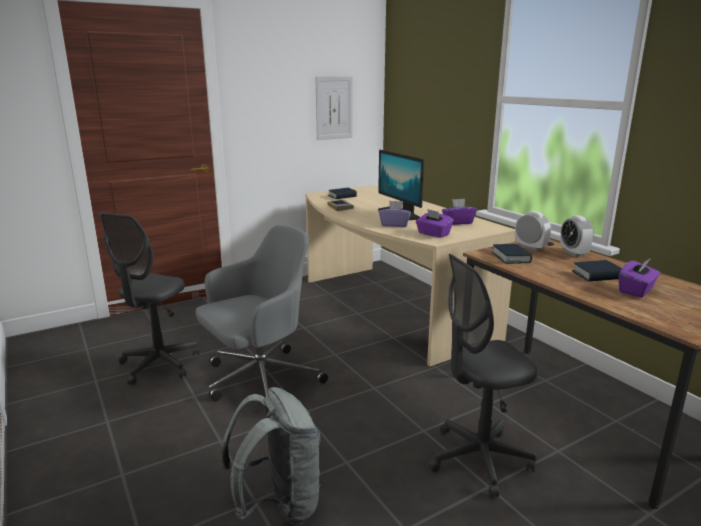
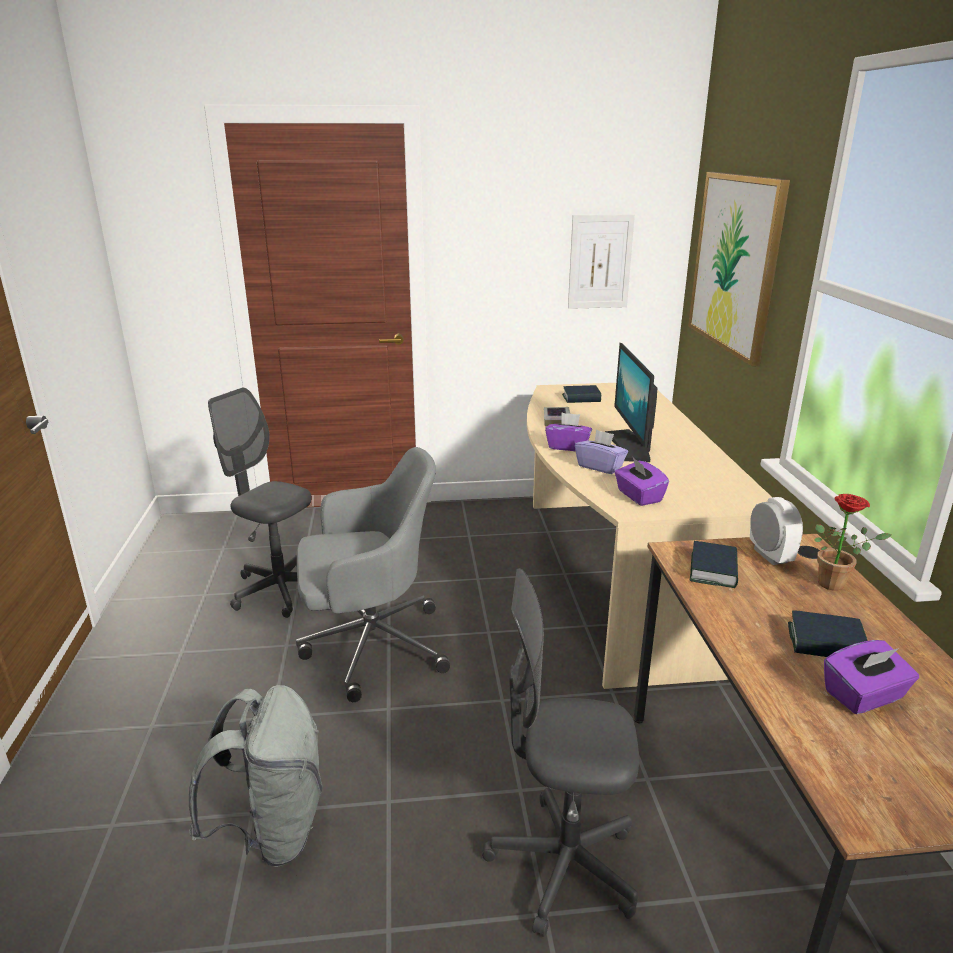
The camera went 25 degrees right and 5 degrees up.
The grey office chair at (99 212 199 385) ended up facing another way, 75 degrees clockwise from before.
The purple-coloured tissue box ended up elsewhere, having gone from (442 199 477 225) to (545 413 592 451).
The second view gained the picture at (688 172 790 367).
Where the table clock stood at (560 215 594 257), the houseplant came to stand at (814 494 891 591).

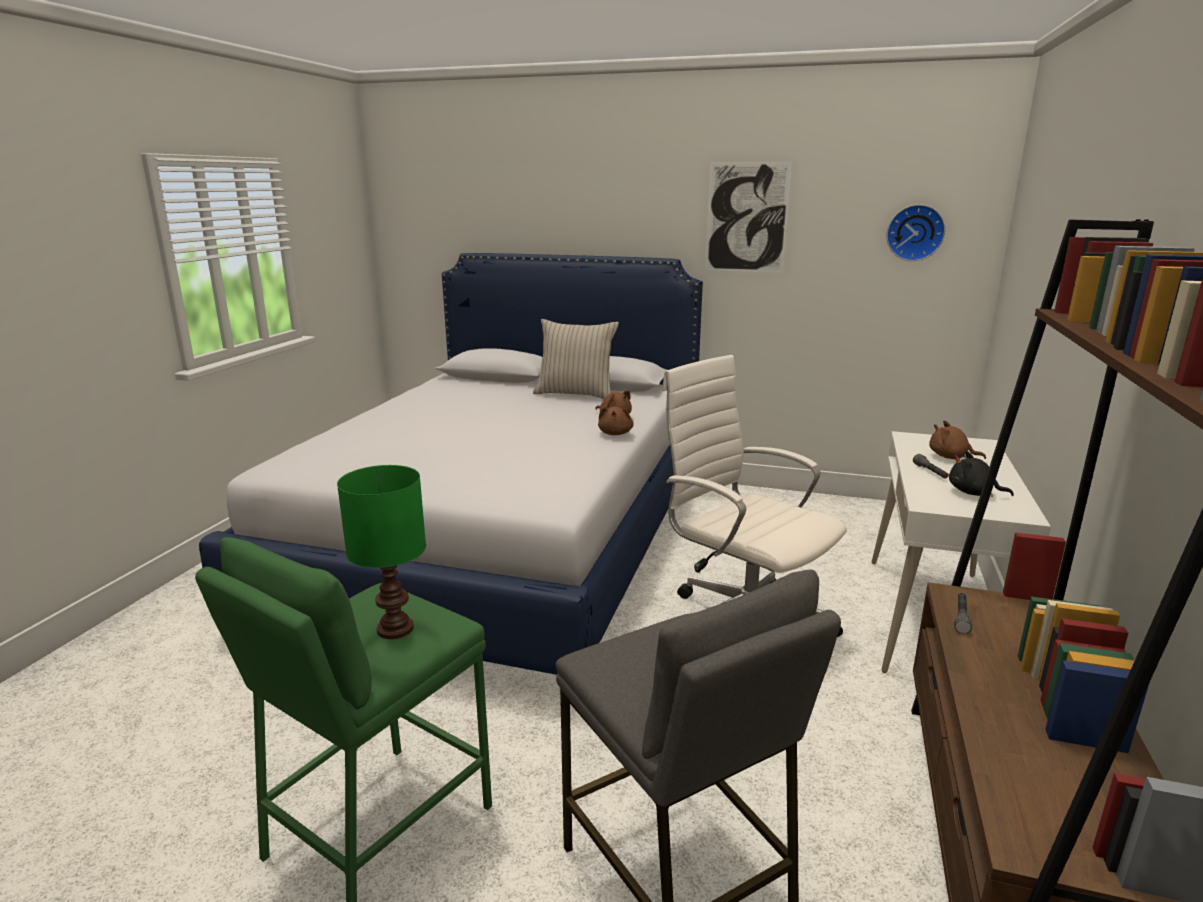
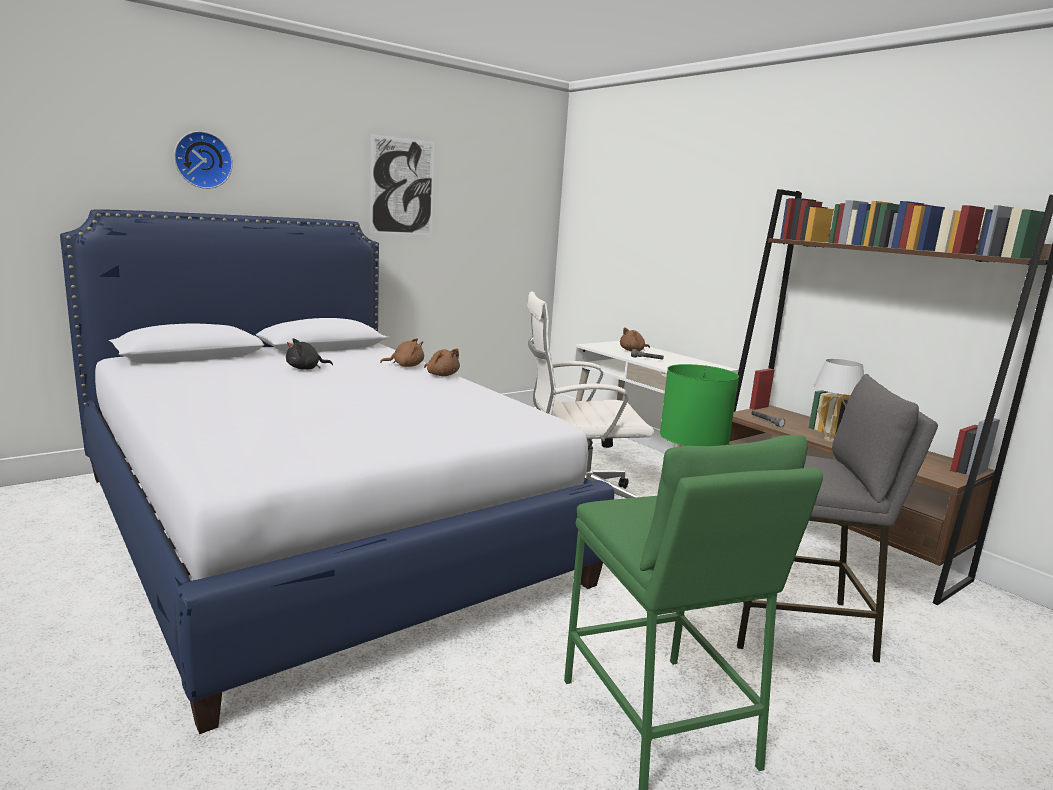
The camera went 55 degrees left and 5 degrees down.
The hanging clock ended up elsewhere, having gone from (886 204 945 261) to (174 131 233 189).
The black plush toy ended up elsewhere, having gone from (949 451 1014 497) to (286 338 333 370).
The second view gained the whitish table lamp at (813 359 864 442).
The second view lost the beige cushion at (533 319 619 399).

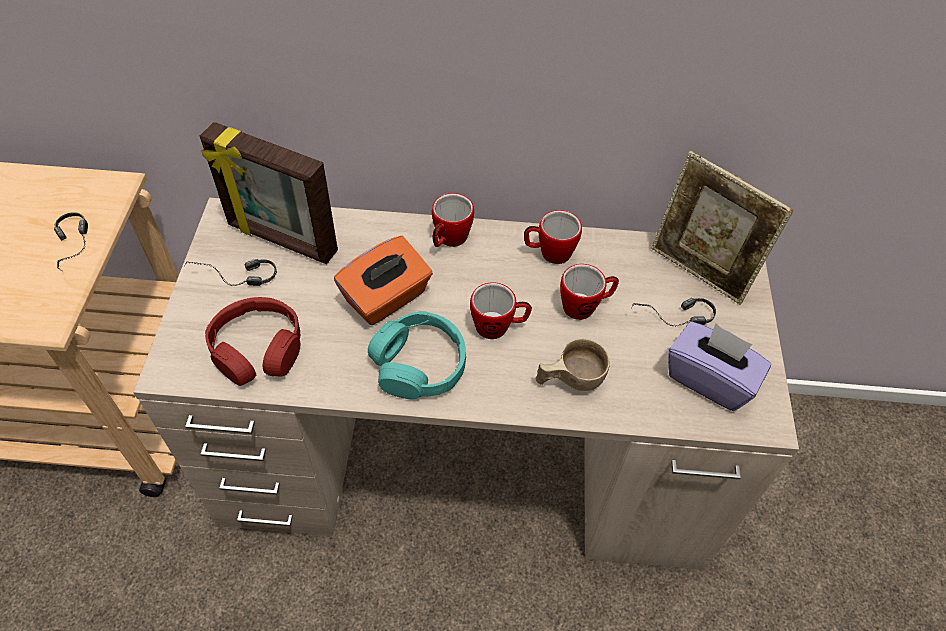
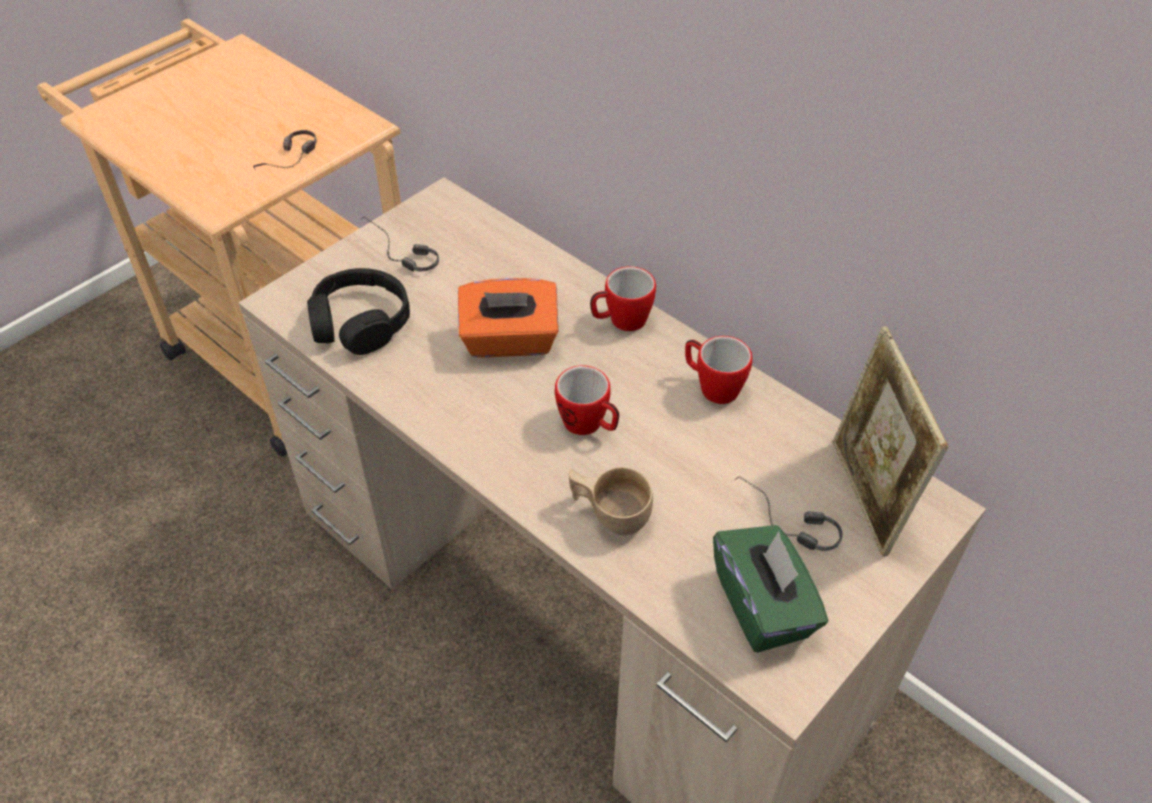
The camera went 40 degrees right and 5 degrees down.
What was the reddish pair of headphones at (205 297 300 386) turned into the black pair of headphones at (307 268 410 355).
What was the purple-coloured tissue box at (668 322 771 411) turned into the green-coloured tissue box at (713 525 828 652).
The second view lost the picture frame at (200 122 338 264).
The second view lost the turquoise pair of headphones at (368 311 466 399).
The second view lost the tea mug at (560 264 619 320).

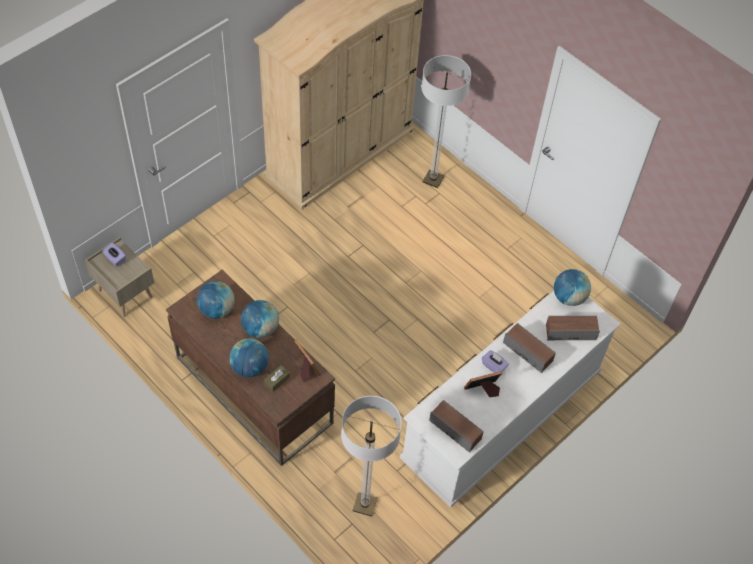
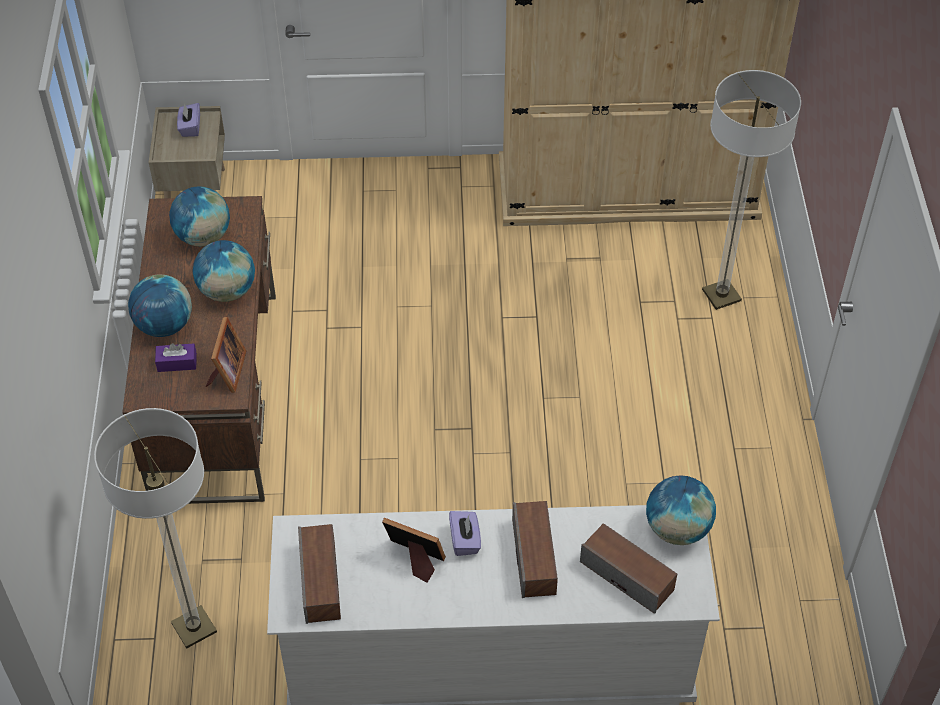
The camera went 45 degrees right and 5 degrees down.
What was the brownish tissue box at (264 365 290 392) turned into the purple-coloured tissue box at (155 343 197 372).

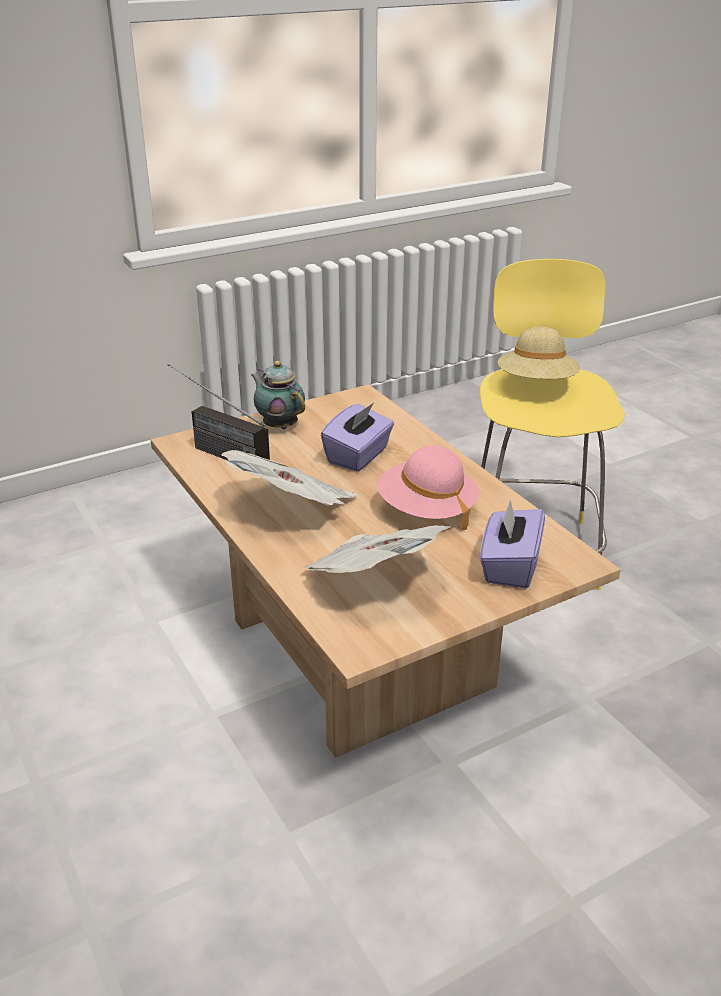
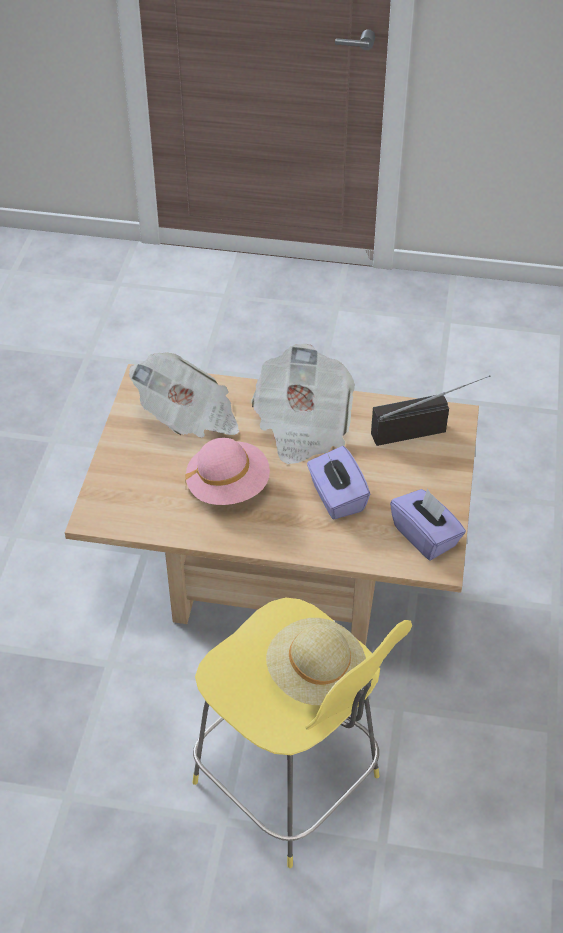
The camera went 130 degrees right and 15 degrees up.
The purple-coloured tissue box ended up elsewhere, having gone from (480 500 545 589) to (390 488 466 560).
The second view lost the pot for tea at (251 361 305 429).

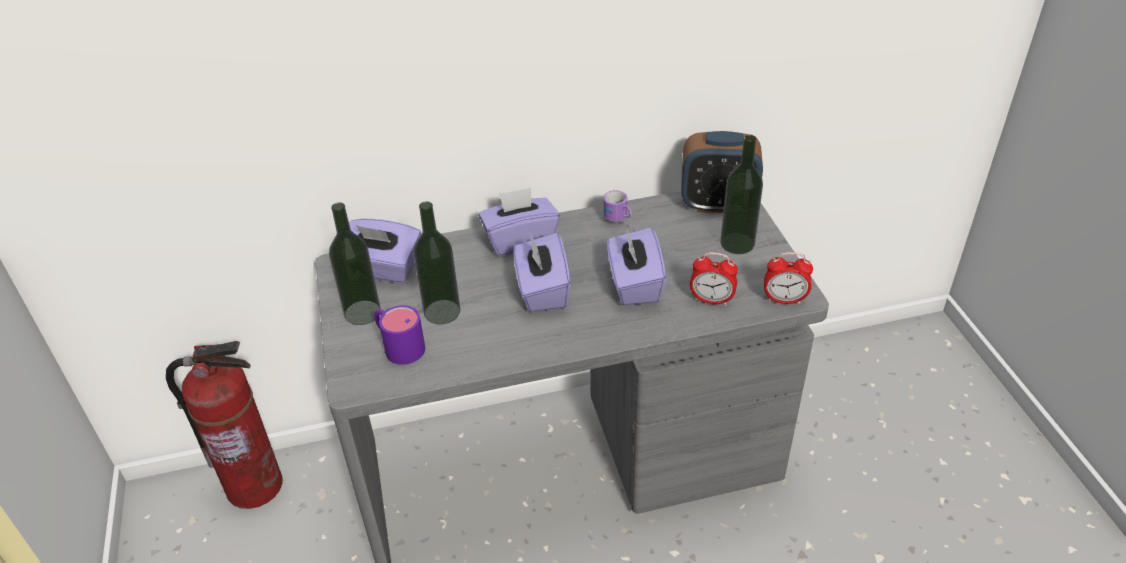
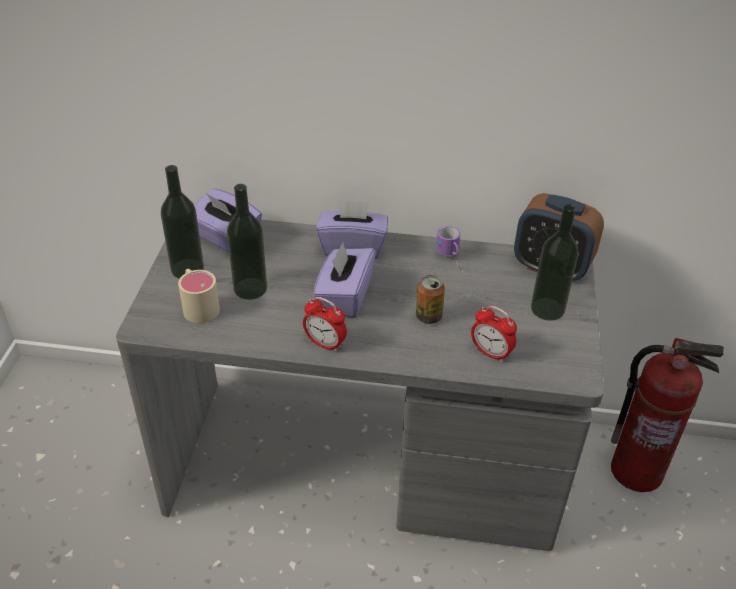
The camera went 20 degrees right and 0 degrees up.
What was the purple-coloured tea mug at (374 305 425 365) turned into the beige tea mug at (178 269 220 323).
The table clock ended up elsewhere, having gone from (764 252 813 304) to (303 297 347 352).
Where the purple-coloured tissue box stood at (607 227 666 306), the sealed can came to stand at (416 275 445 324).
The fire-fighting cylinder ended up elsewhere, having gone from (166 341 282 509) to (611 338 724 492).

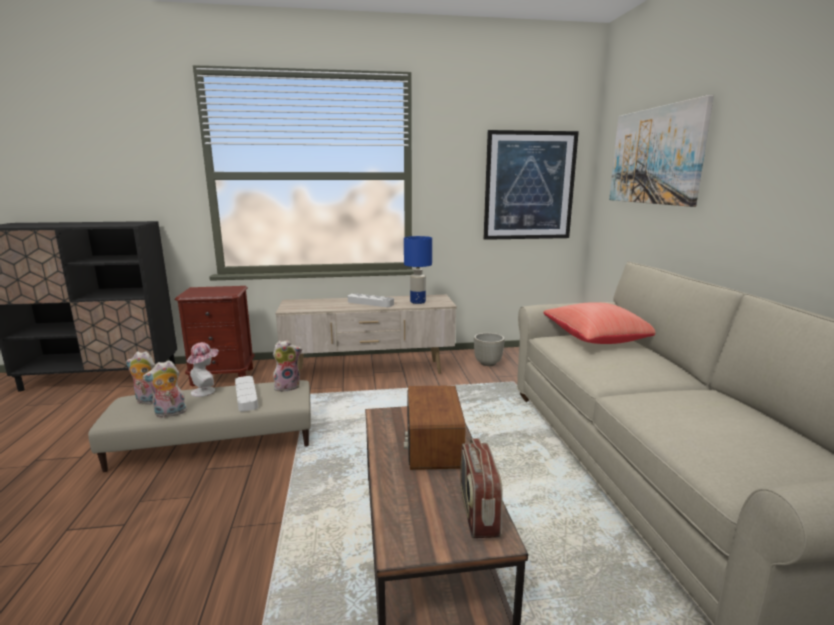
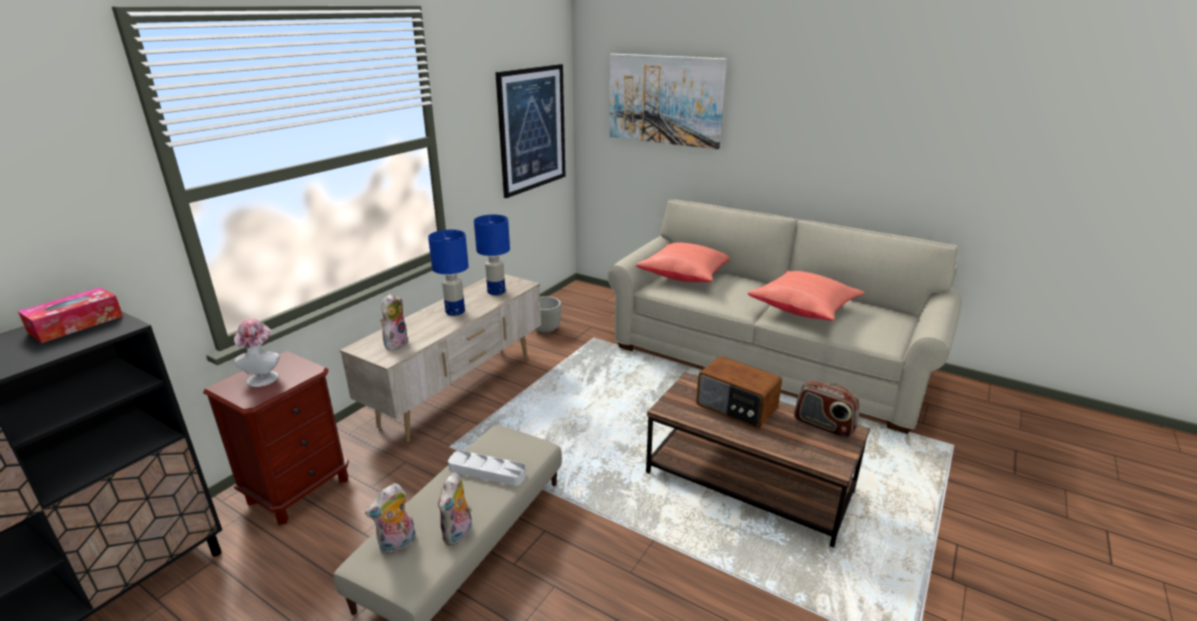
The camera went 50 degrees left and 10 degrees up.
The second view gained the tissue box at (18 287 123 343).
The wearable hat ended up elsewhere, having gone from (187 342 219 397) to (234 319 280 387).
The plush toy ended up elsewhere, having gone from (273 340 302 391) to (380 293 409 350).
Where the grey serving tray stood at (348 293 394 307), the bluish table lamp came to stand at (428 230 469 316).
The second view gained the reddish cushion at (747 271 865 321).

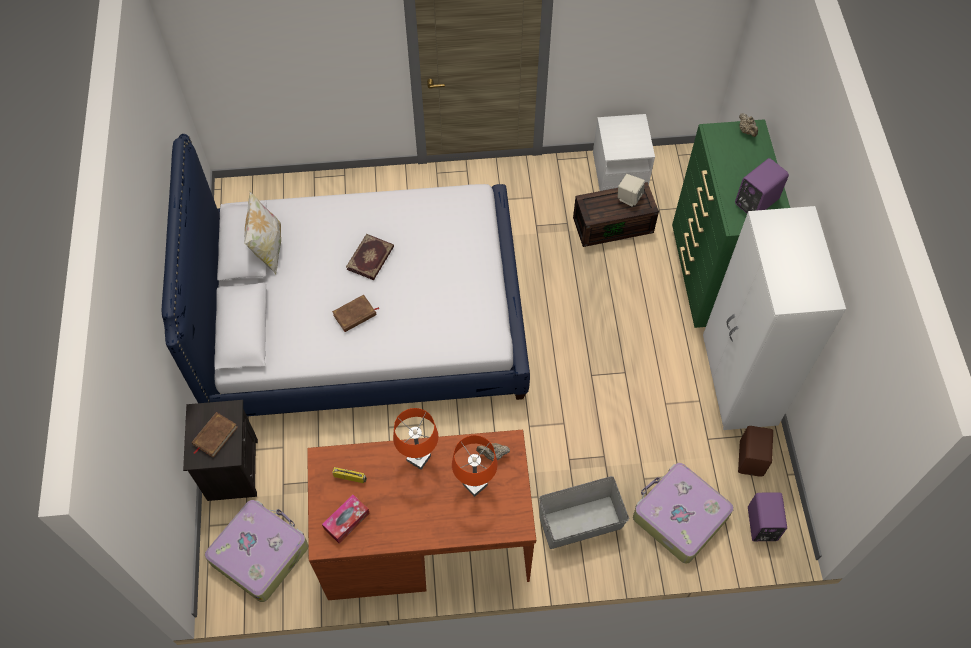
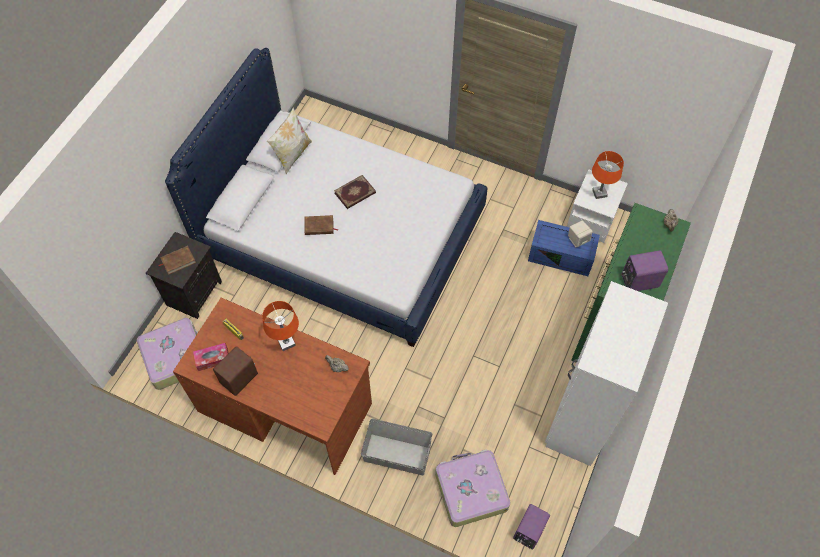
The camera went 30 degrees right and 0 degrees up.
The brownish speaker ended up elsewhere, having gone from (738 426 773 477) to (213 346 258 396).
What was the brownish storage container at (573 182 659 247) turned into the bluish storage container at (528 220 600 276).
The orangey table lamp ended up elsewhere, having gone from (452 435 498 497) to (592 151 624 199).

